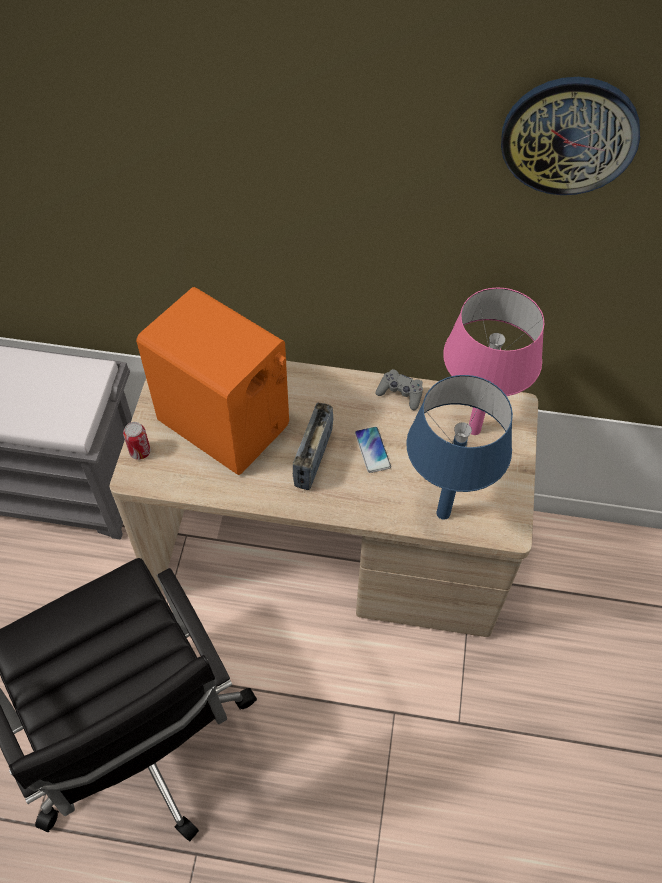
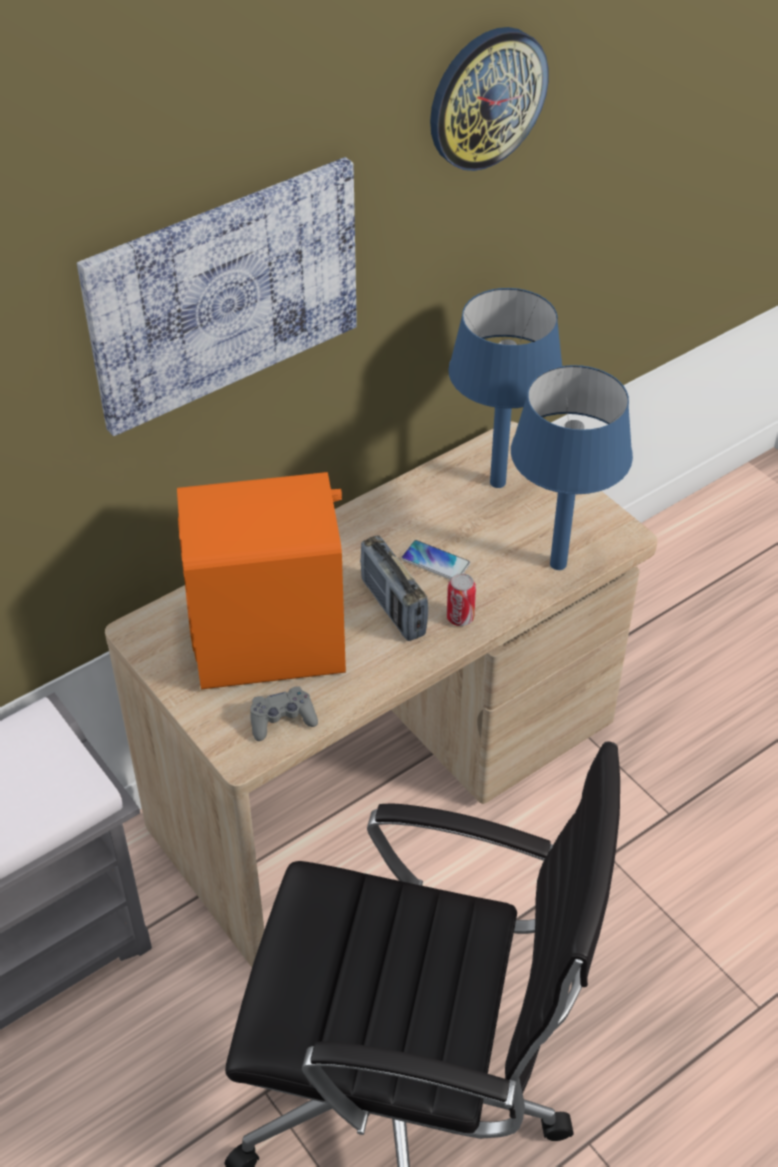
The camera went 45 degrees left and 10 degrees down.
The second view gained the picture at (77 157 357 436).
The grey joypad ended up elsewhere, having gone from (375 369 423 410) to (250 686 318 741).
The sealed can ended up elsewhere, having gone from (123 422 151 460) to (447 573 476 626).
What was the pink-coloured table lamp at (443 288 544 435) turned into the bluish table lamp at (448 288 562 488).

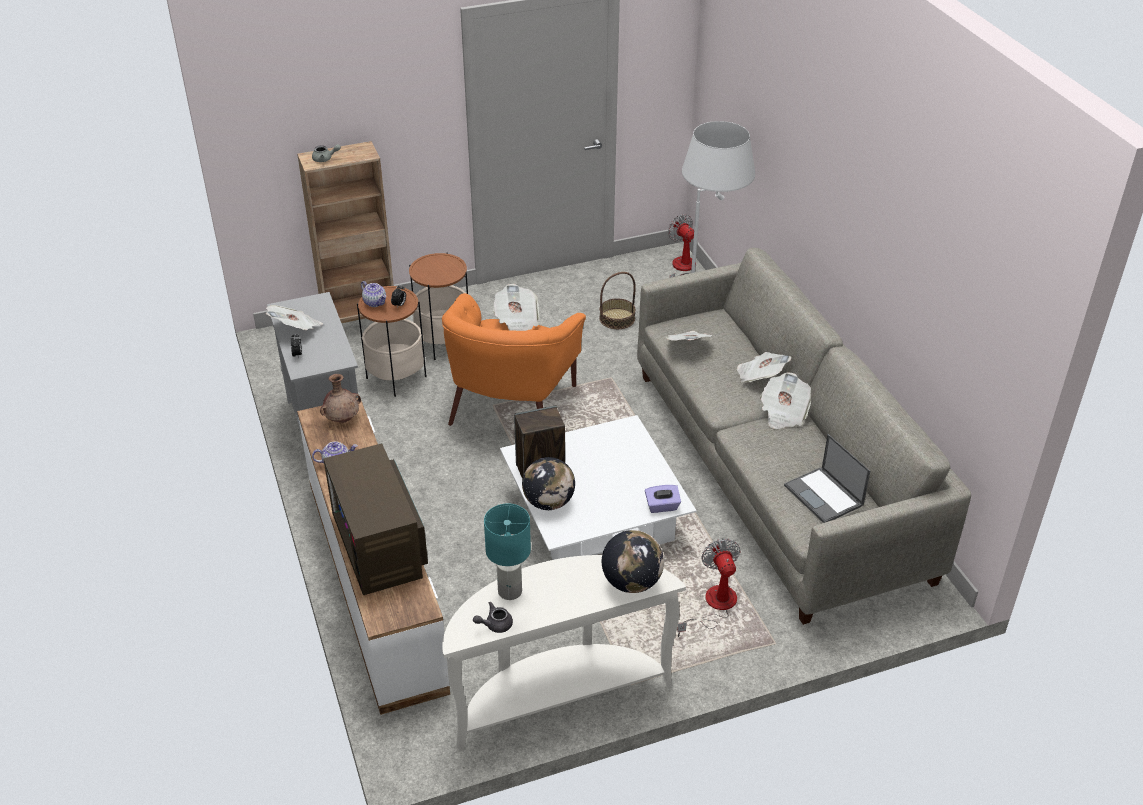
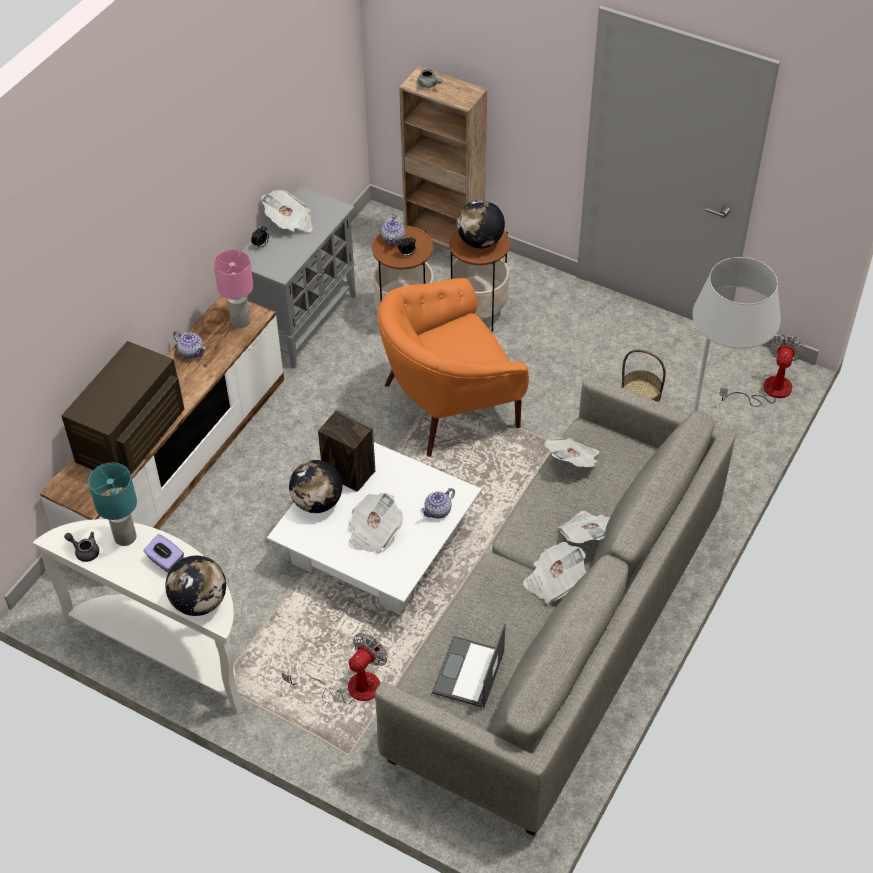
The camera went 50 degrees right and 10 degrees up.
The purple-coloured tissue box ended up elsewhere, having gone from (645 485 681 513) to (144 534 184 573).
Where the brownish flower vase stood at (320 374 361 423), the pink-coloured table lamp came to stand at (213 249 253 328).
The printed paper ended up elsewhere, having gone from (493 284 539 331) to (348 493 403 553).
The second view gained the pot for tea at (421 488 455 519).
The second view gained the globe at (457 200 505 248).

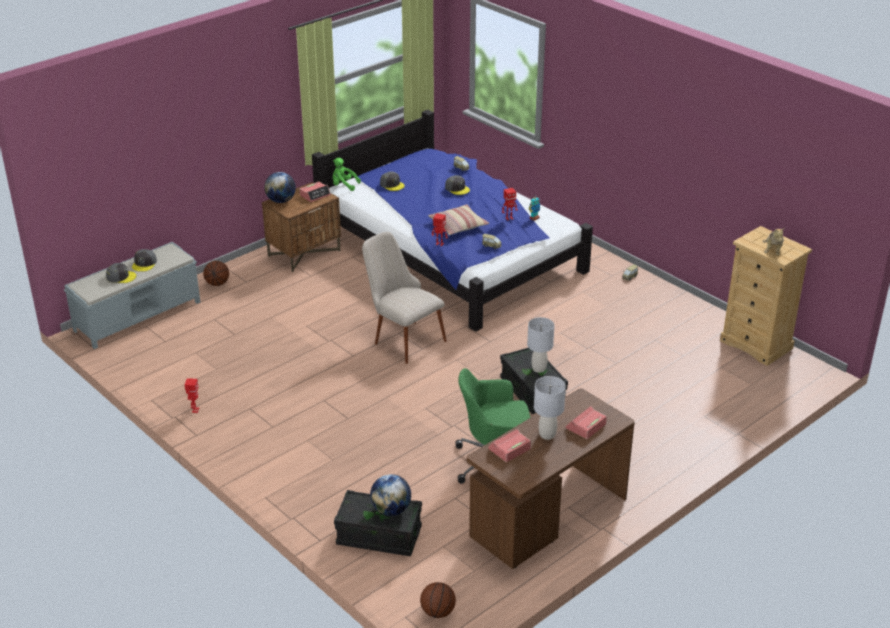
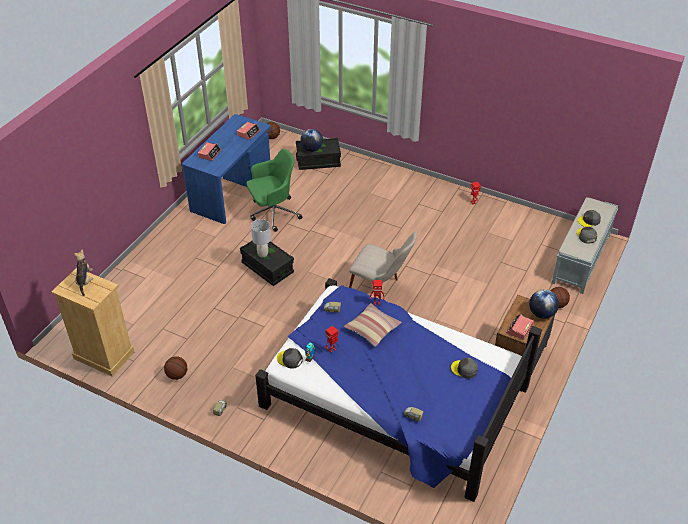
The camera went 160 degrees right and 10 degrees up.
The second view gained the basketball ball at (164 356 188 380).
What was the brownish desk at (467 388 635 569) turned into the bluish desk at (182 114 270 224).
The grey peaked cap ended up elsewhere, having gone from (445 175 470 195) to (277 348 303 369).
The second view lost the green-coloured plush toy at (333 158 361 191).
The second view lost the grey table lamp at (534 376 566 440).

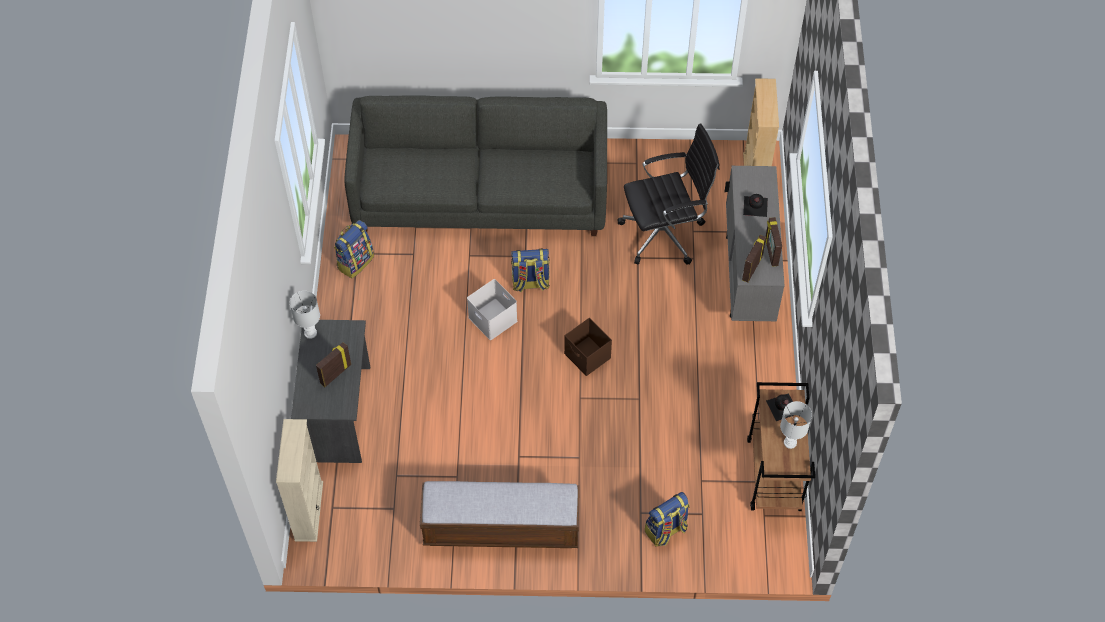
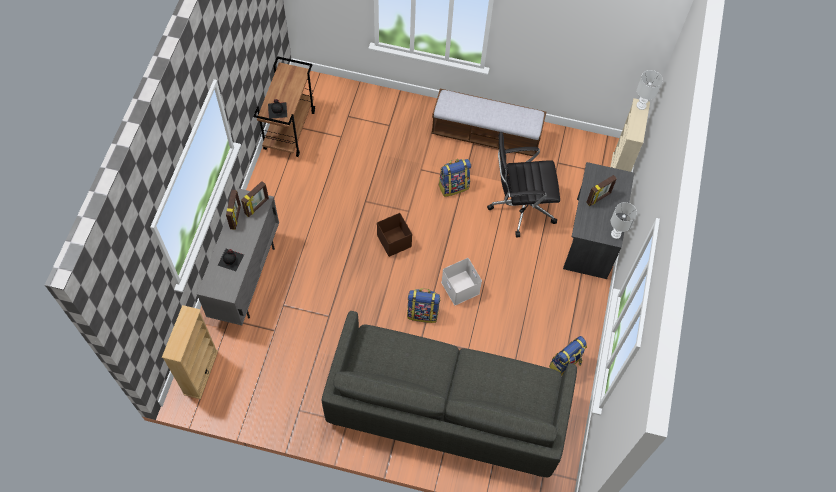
The camera went 170 degrees left and 5 degrees up.
The rucksack ended up elsewhere, having gone from (645 492 690 547) to (439 159 471 197).
The black office chair ended up elsewhere, having gone from (618 123 719 265) to (487 132 560 238).
The whitish table lamp ended up elsewhere, having gone from (780 401 812 449) to (636 70 663 110).

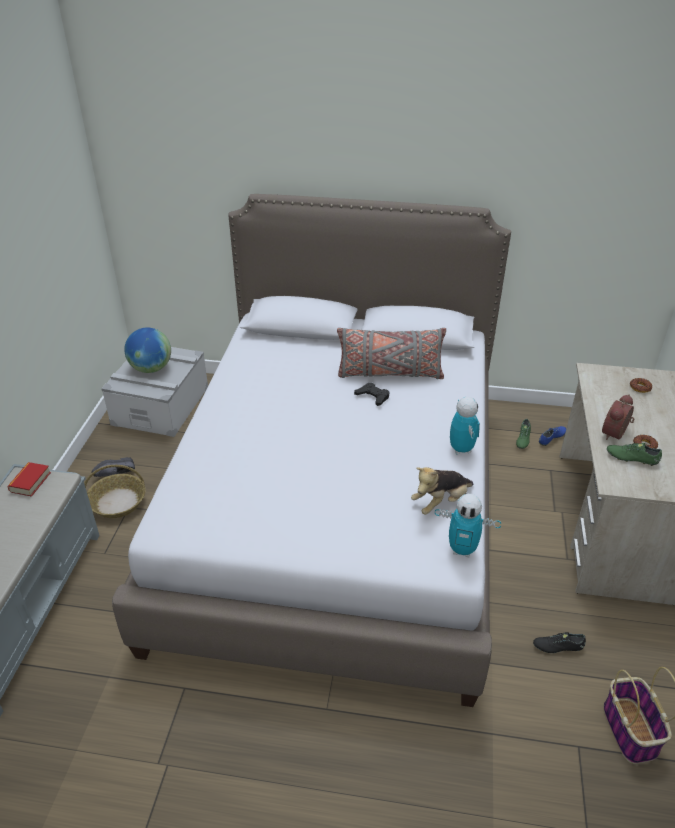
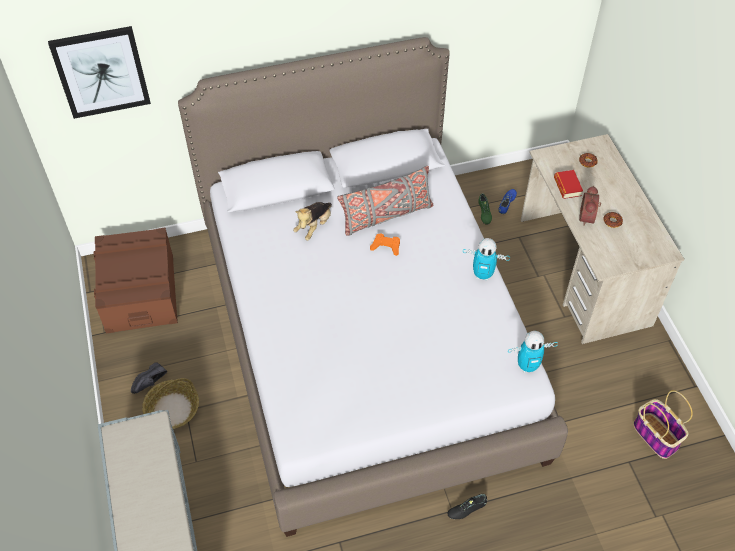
The camera went 25 degrees left and 15 degrees up.
The second view gained the picture at (48 26 151 119).
What was the grey storage container at (101 347 208 437) turned into the brownish storage container at (94 228 178 334).
The plush toy ended up elsewhere, having gone from (411 467 473 515) to (293 202 332 240).
What was the black joypad at (354 382 390 406) turned into the orangey joypad at (370 233 400 256).
The black low shoe ended up elsewhere, having gone from (533 632 586 653) to (448 494 487 519).
The model robot at (450 397 480 454) ended up facing another way, 135 degrees clockwise from before.
The book ended up elsewhere, having gone from (7 462 51 497) to (554 170 583 199).
The second view lost the globe at (124 328 171 373).
The second view lost the green-coloured low shoe at (607 443 662 466).

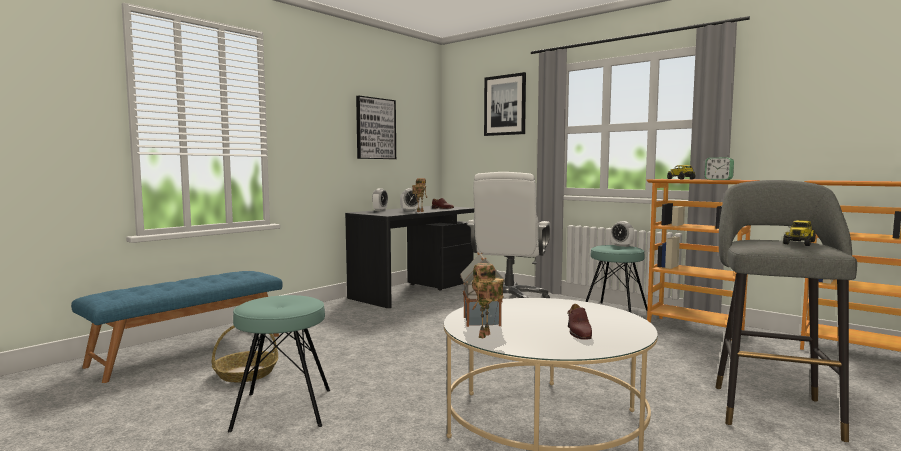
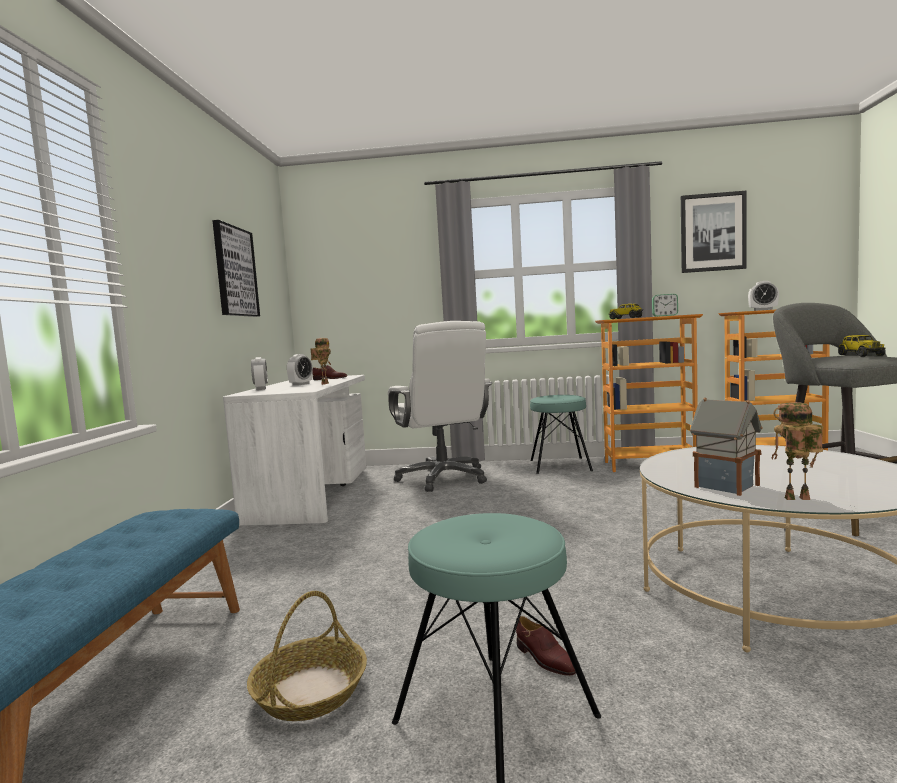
The camera went 35 degrees left and 0 degrees up.
What was the black desk at (345 206 474 308) turned into the whitish desk at (223 375 366 526).
The brownish low shoe ended up elsewhere, having gone from (567 304 592 340) to (516 616 576 676).
The picture ended up elsewhere, having gone from (484 72 526 136) to (681 191 747 273).
The table clock ended up elsewhere, having gone from (611 221 634 247) to (748 281 779 311).
The model robot at (472 263 504 339) ended up facing another way, 105 degrees clockwise from before.

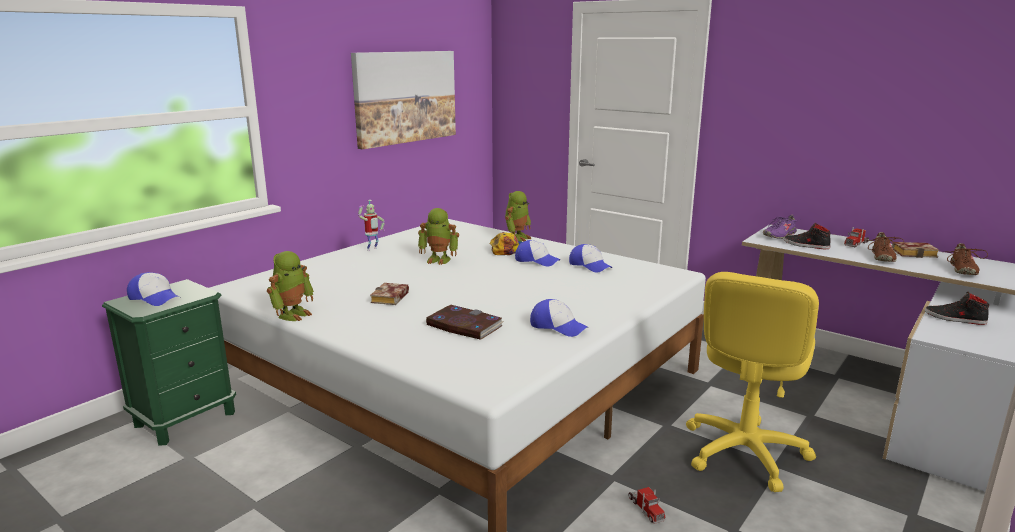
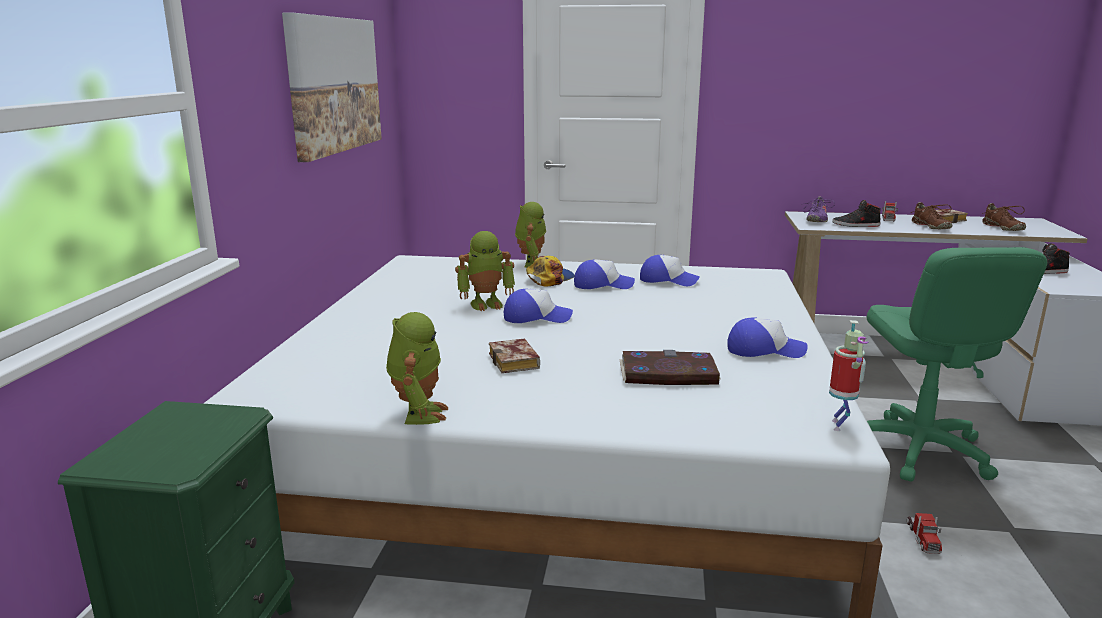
The camera went 30 degrees left and 0 degrees up.
The peaked cap ended up elsewhere, having gone from (127 272 179 306) to (504 288 573 323).
The model robot ended up elsewhere, having gone from (358 200 385 251) to (829 320 869 431).
What was the yellow-coloured office chair at (686 272 819 492) turned into the green-coloured office chair at (867 247 1047 482).
The toy truck at (628 487 666 524) ended up facing another way, 60 degrees clockwise from before.

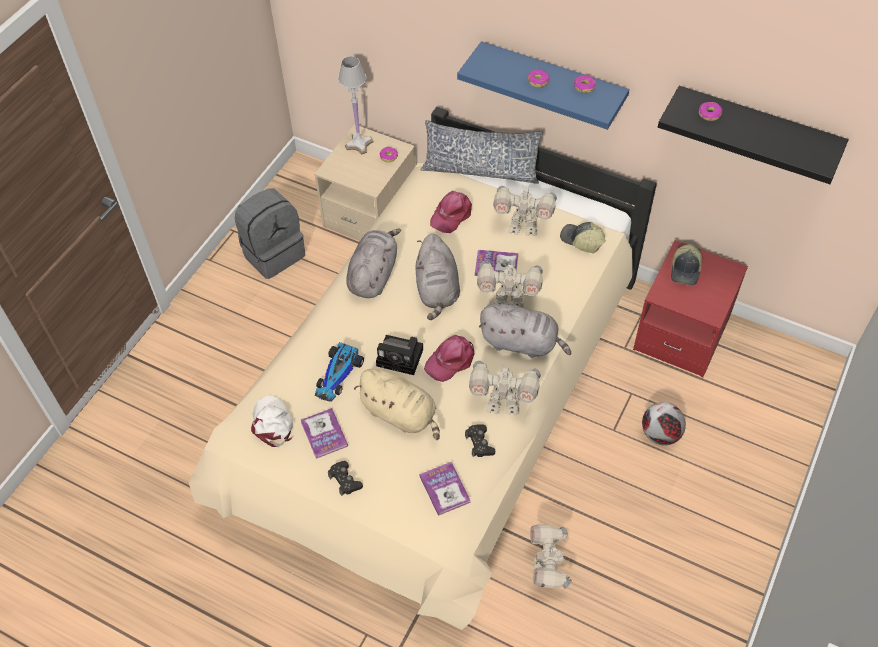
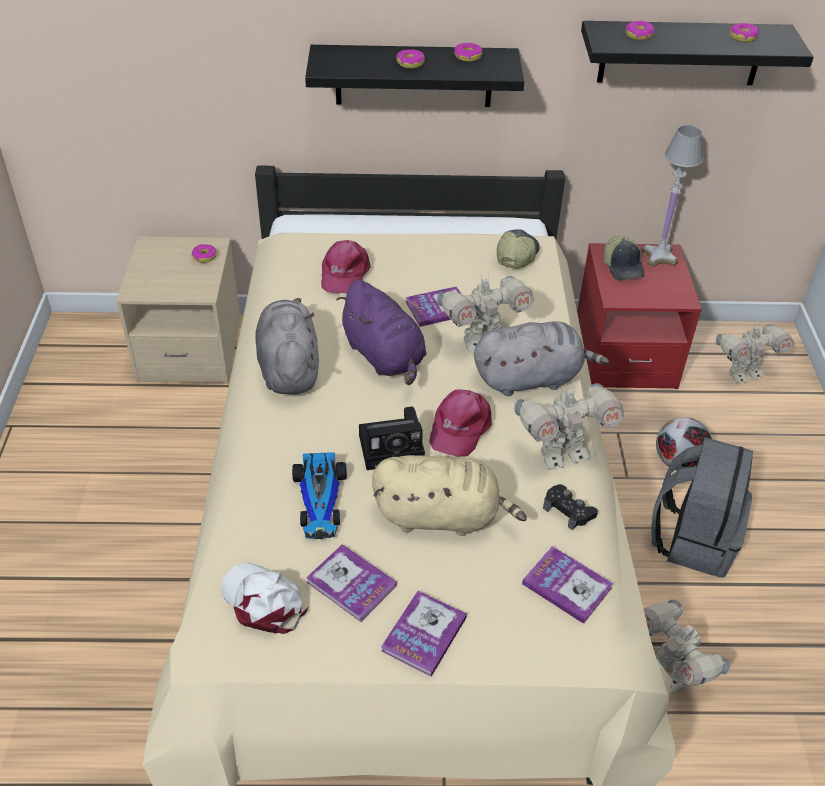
The camera went 30 degrees left and 10 degrees down.
What was the bluish shelf at (457 41 629 130) turned into the black shelf at (305 45 524 107).
What was the grey plush toy at (416 234 460 320) turned into the purple-coloured plush toy at (336 280 427 385).
Where the black joypad stood at (328 461 363 496), the book came to stand at (381 591 467 677).
The peaked cap at (560 222 606 253) ended up facing another way, 105 degrees clockwise from before.
The whitish table lamp ended up elsewhere, having gone from (338 56 374 155) to (641 125 703 267).
The grey rucksack ended up elsewhere, having gone from (235 188 305 279) to (651 437 753 578).
The model robot ended up elsewhere, having gone from (493 186 557 236) to (716 321 794 384).
The second view gained the doughnut at (730 23 759 42).
The second view lost the cushion at (421 120 543 184).

